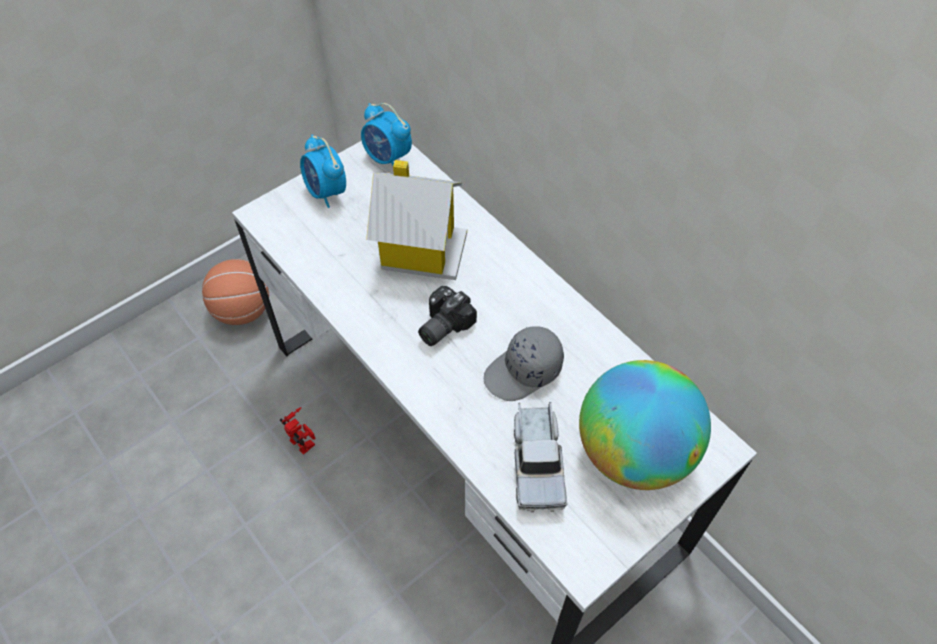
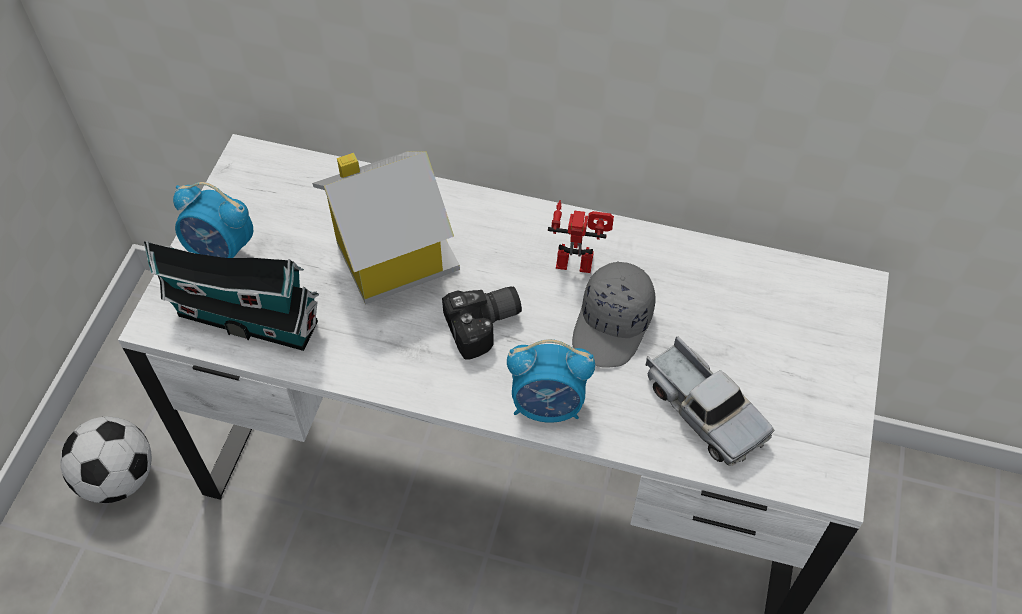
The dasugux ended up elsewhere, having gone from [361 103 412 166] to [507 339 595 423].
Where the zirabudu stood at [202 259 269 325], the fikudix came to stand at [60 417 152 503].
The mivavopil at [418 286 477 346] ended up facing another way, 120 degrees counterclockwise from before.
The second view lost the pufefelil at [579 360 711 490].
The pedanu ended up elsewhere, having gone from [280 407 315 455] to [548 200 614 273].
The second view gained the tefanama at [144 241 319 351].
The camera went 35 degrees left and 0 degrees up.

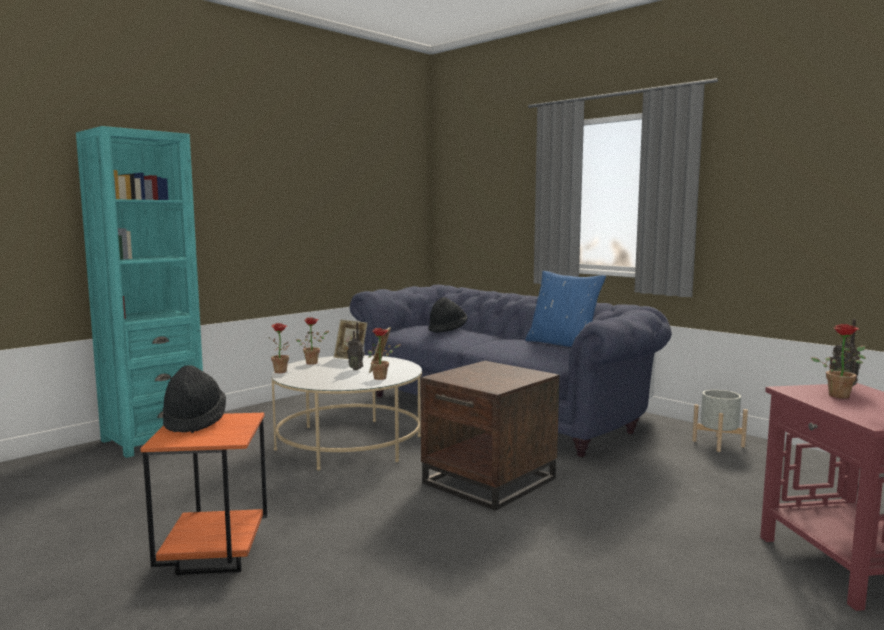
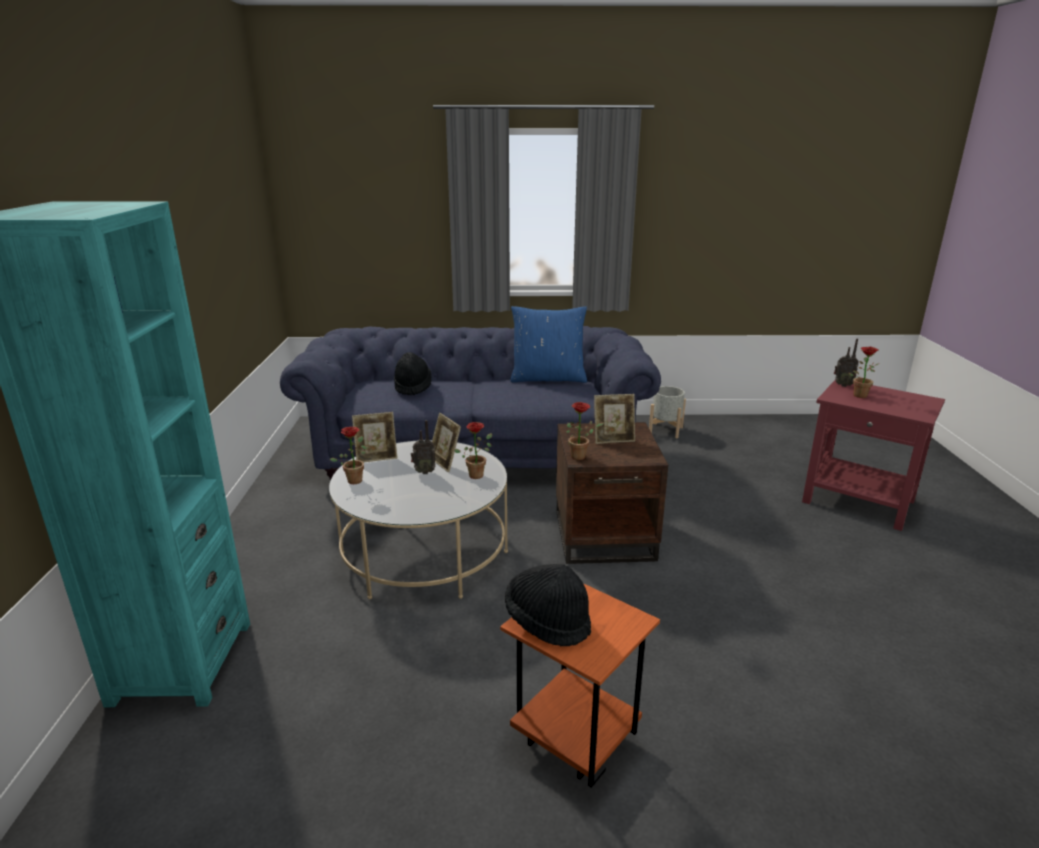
The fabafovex ended up elsewhere, having gone from [268 323 289 373] to [566 402 604 460].
The second view gained the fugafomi at [594 394 635 444].
The camera went 45 degrees left and 15 degrees up.

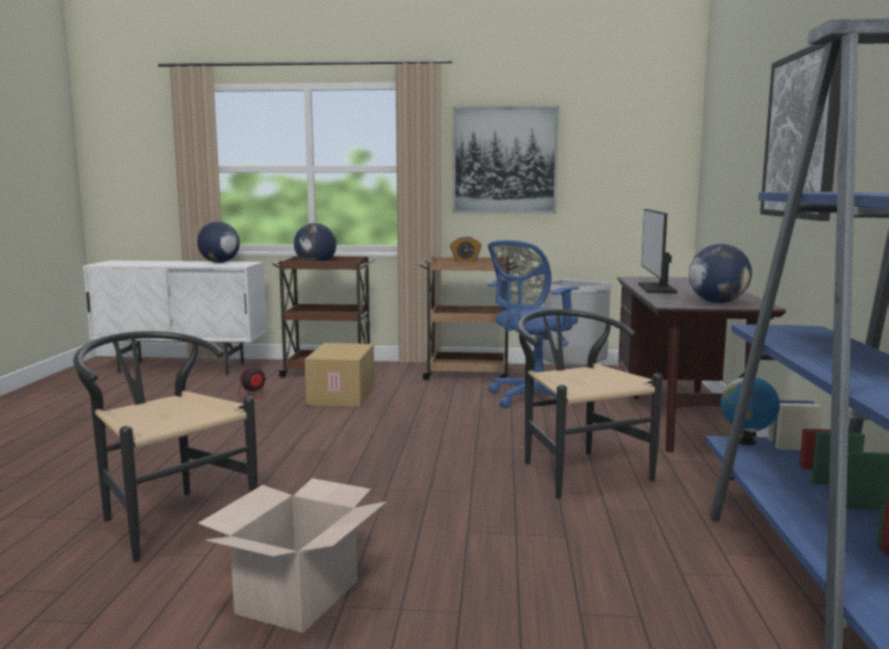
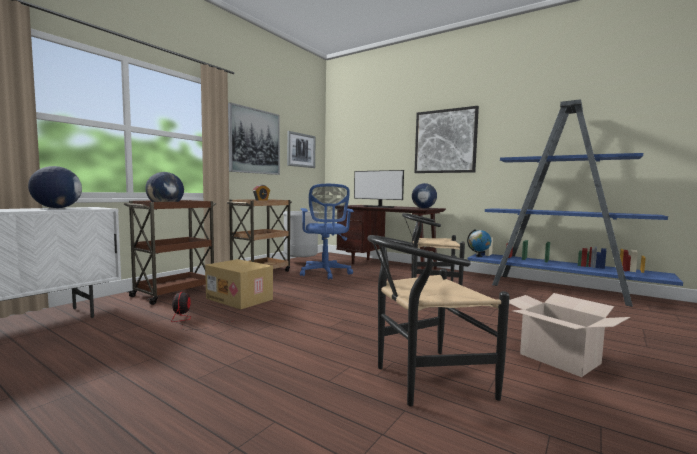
The second view gained the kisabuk at [287 131 315 168].
The camera went 60 degrees left and 5 degrees down.

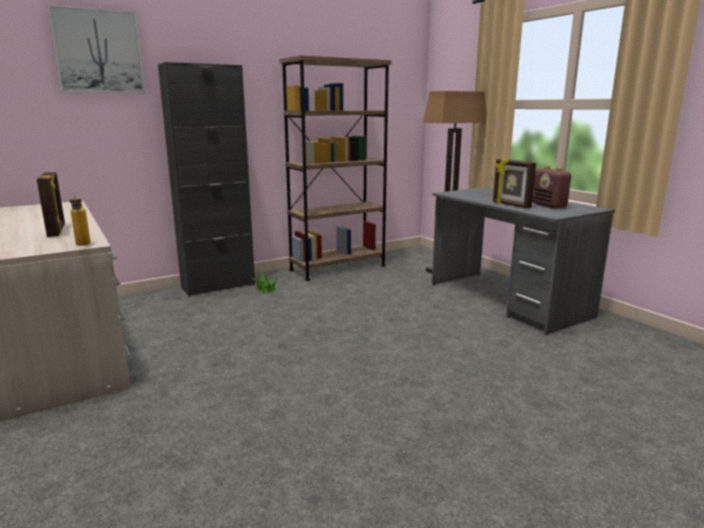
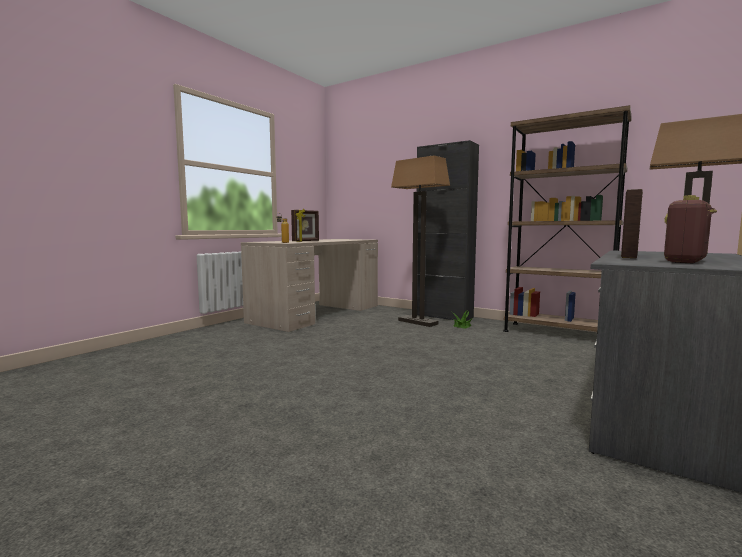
The second view lost the kisabuk at [47 4 145 93].
The second view gained the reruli at [391 155 450 327].
The camera went 65 degrees right and 10 degrees down.

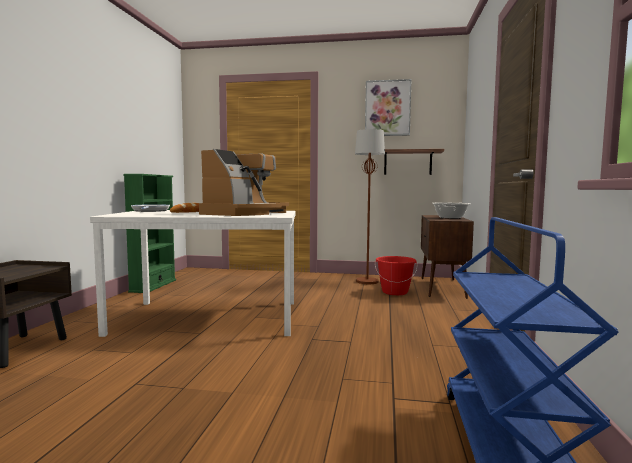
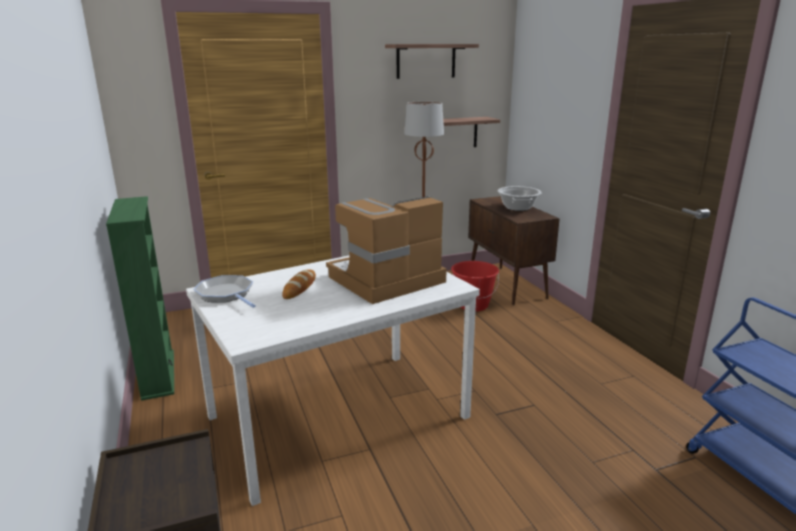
Where the kisabuk hung at [365 79 411 136], the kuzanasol came to hang at [385 44 479 79].
The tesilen at [199 149 289 216] ended up facing another way, 120 degrees counterclockwise from before.
The camera went 30 degrees left and 15 degrees up.

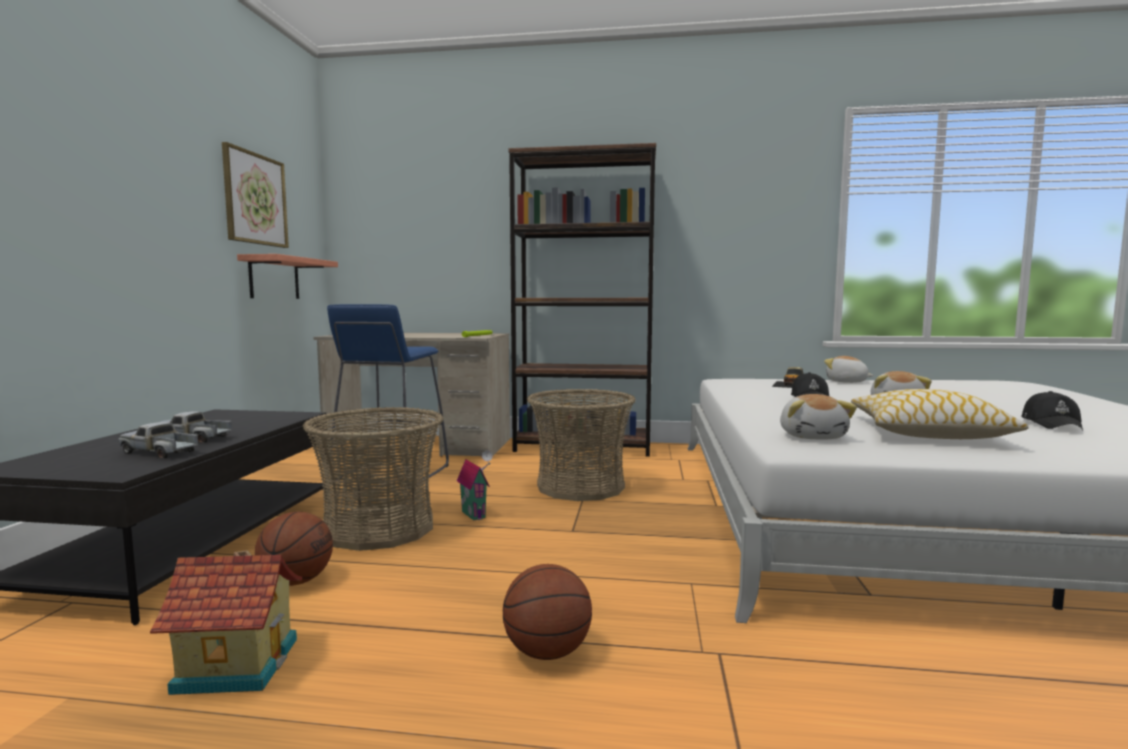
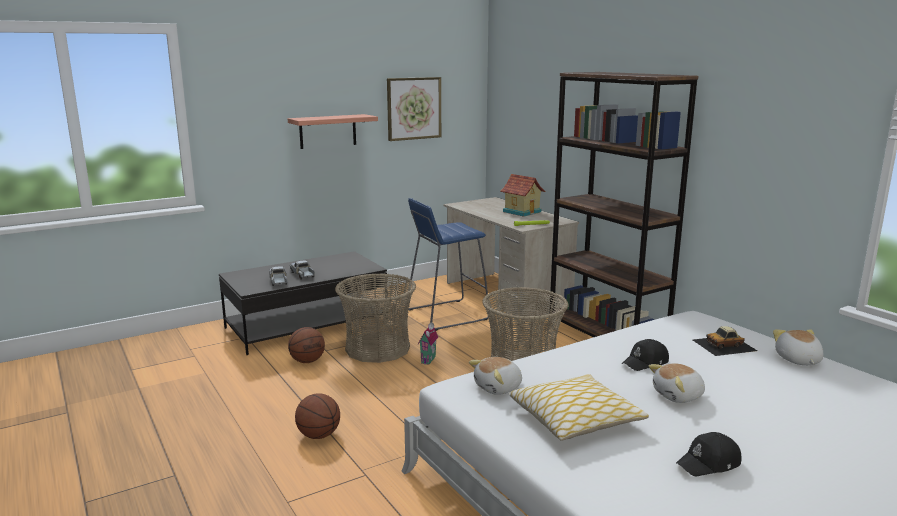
The kuzanasol ended up elsewhere, having gone from [237 254 338 299] to [288 114 378 149].
The tefanama ended up elsewhere, having gone from [150 550 302 695] to [500 174 545 217].
The camera went 50 degrees right and 10 degrees up.

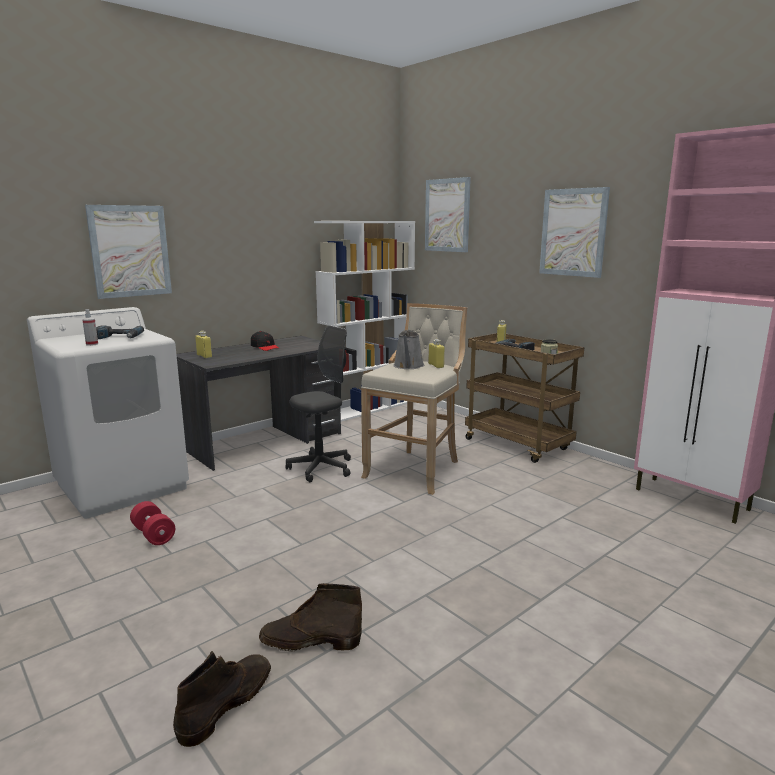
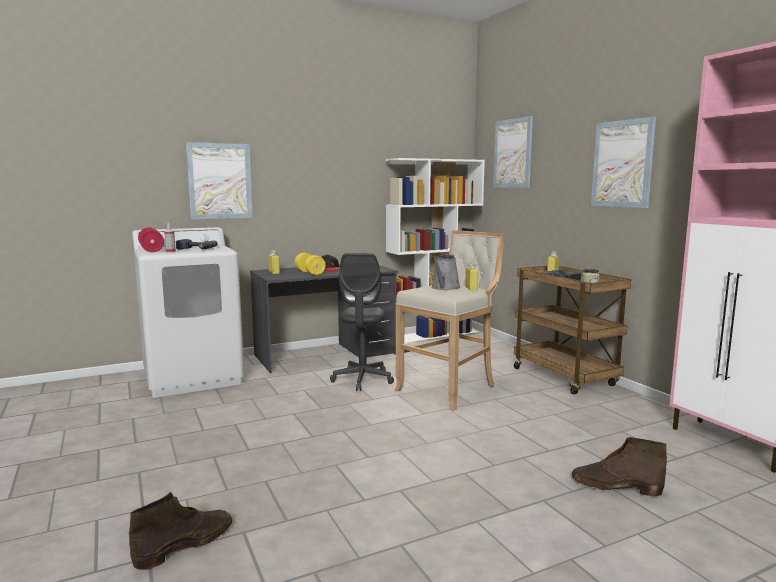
The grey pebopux at [286 325 351 482] ended up facing another way, 120 degrees clockwise from before.
The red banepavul ended up elsewhere, having gone from [130 501 175 545] to [138 227 164 252].
The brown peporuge ended up elsewhere, having gone from [259 583 362 652] to [572 437 667 496].
The second view gained the yellow banepavul at [295 253 326 275].
The camera went 15 degrees right and 5 degrees down.

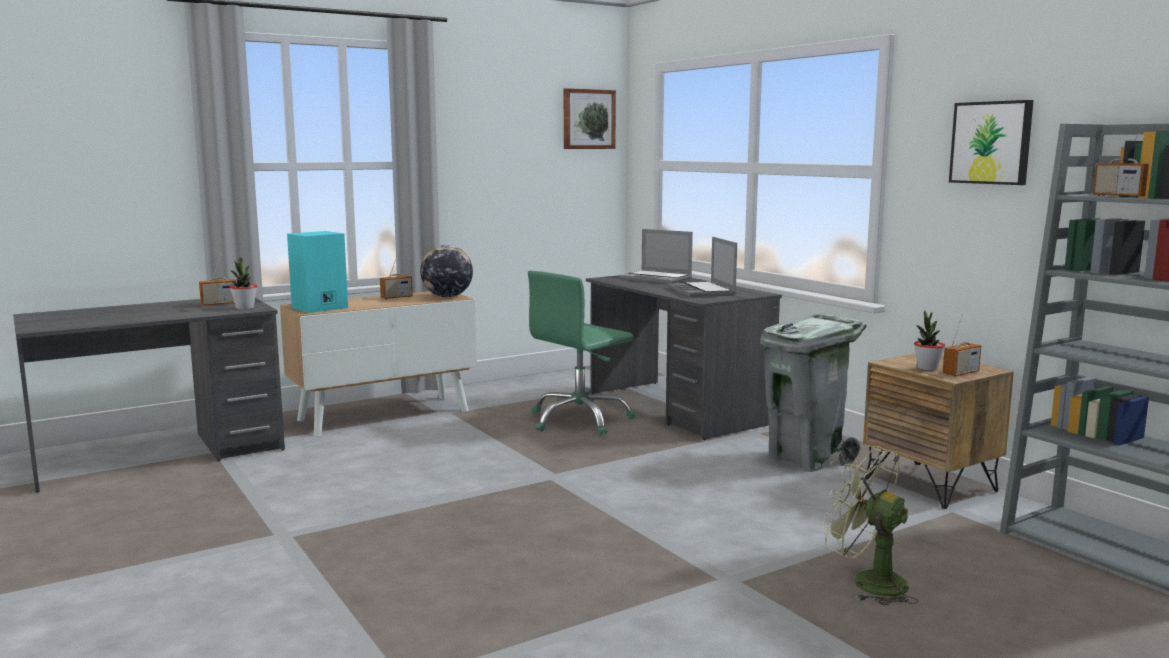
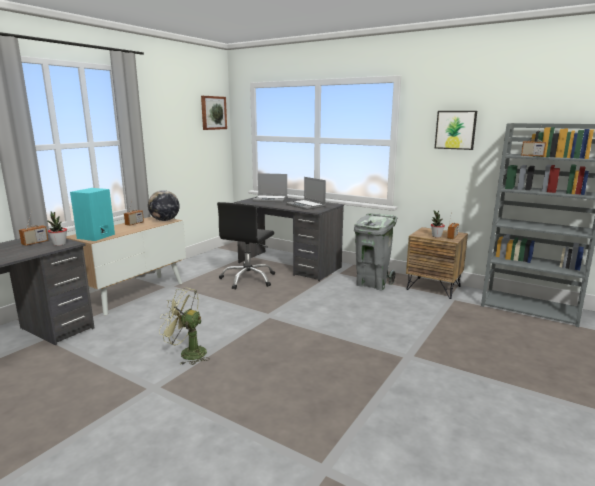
What was the green pebopux at [528 271 635 435] turned into the black pebopux at [217 202 275 290].
The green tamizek ended up elsewhere, having gone from [822 445 919 605] to [159 287 210 365].
The camera went 25 degrees left and 5 degrees up.

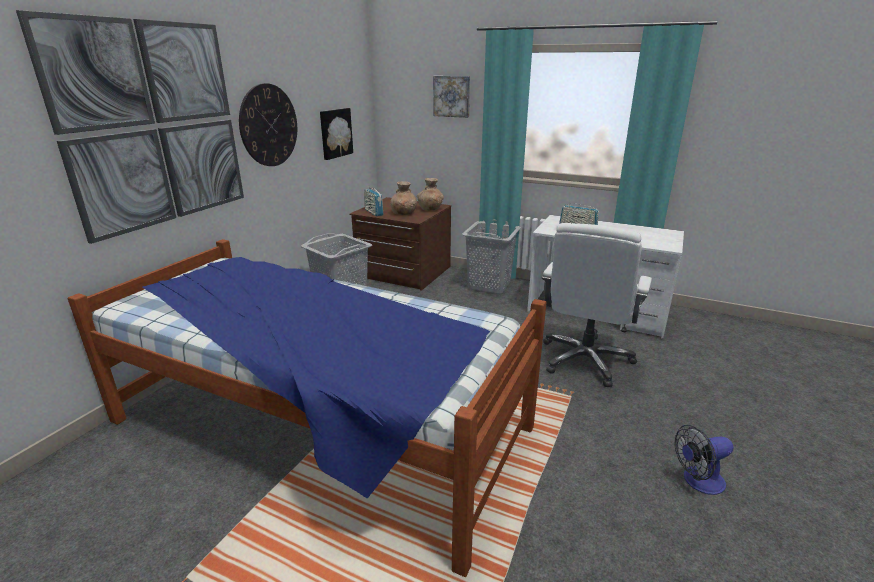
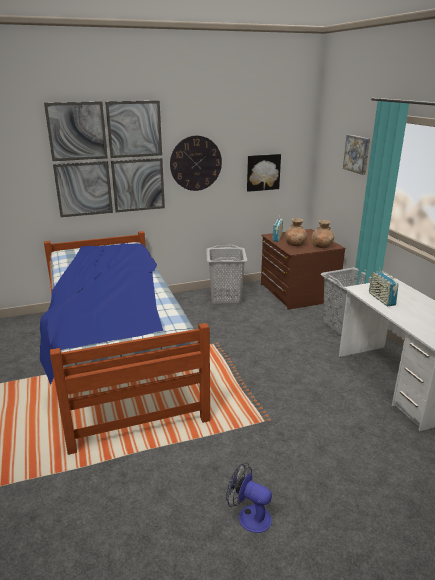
The second view lost the white pebopux at [542 223 652 387].
The camera went 45 degrees right and 0 degrees up.

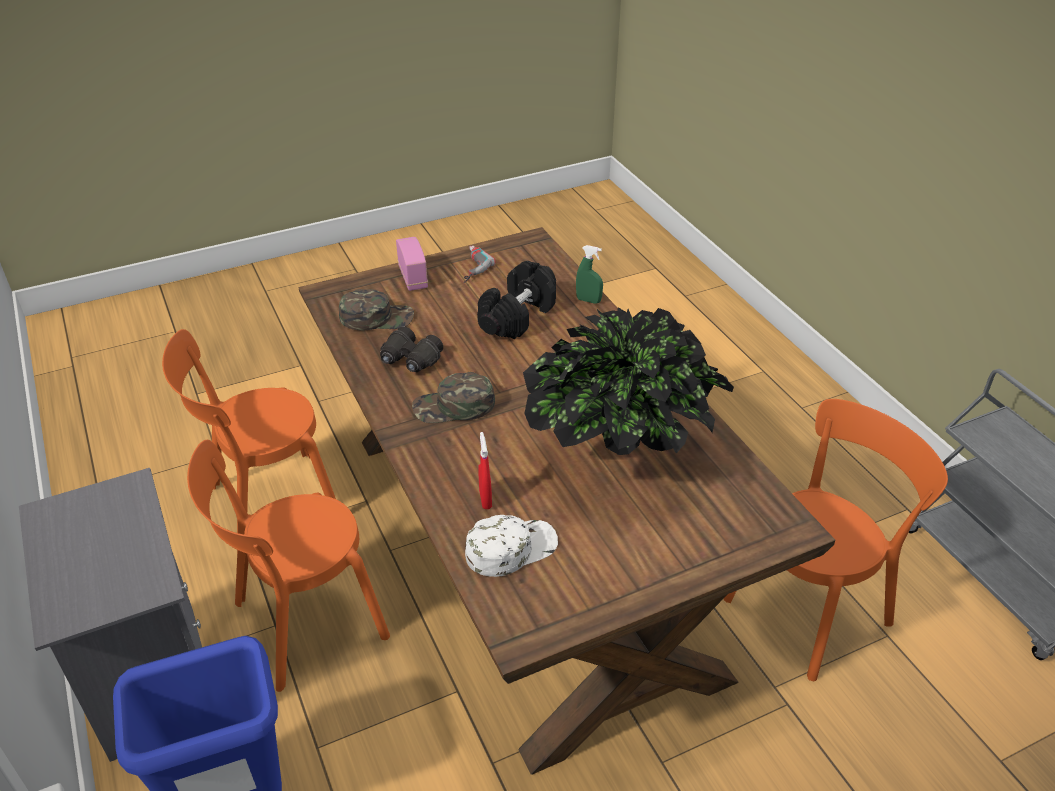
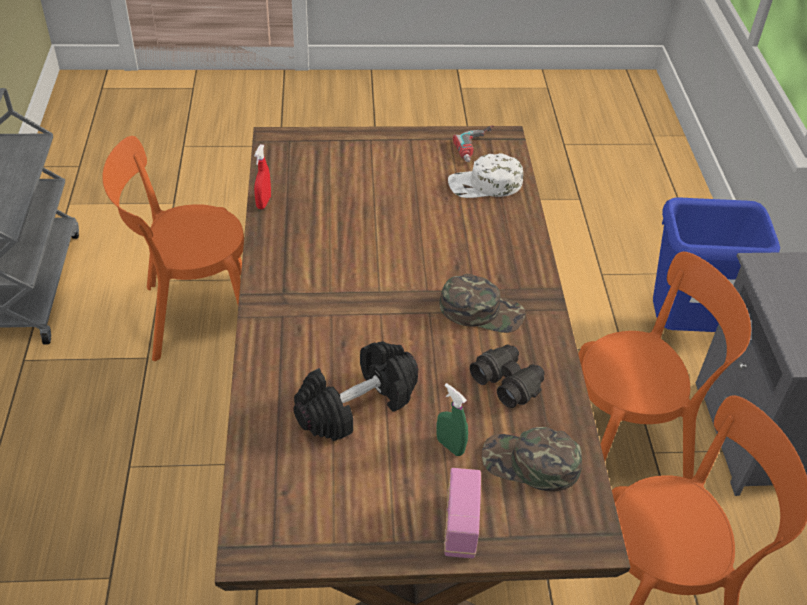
The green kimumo ended up elsewhere, having gone from [576 245 603 304] to [436 383 468 456].
The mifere ended up elsewhere, having gone from [464 246 496 283] to [453 126 494 162].
The second view lost the fabafovex at [523 307 734 455].
The red kimumo ended up elsewhere, having gone from [478 432 492 509] to [254 144 271 209].
The camera went 160 degrees left and 5 degrees up.

